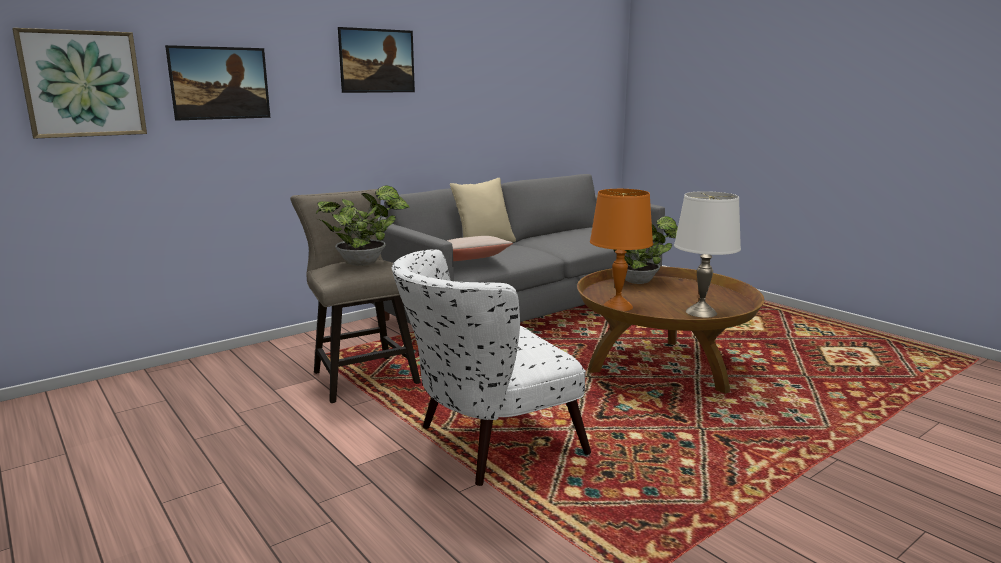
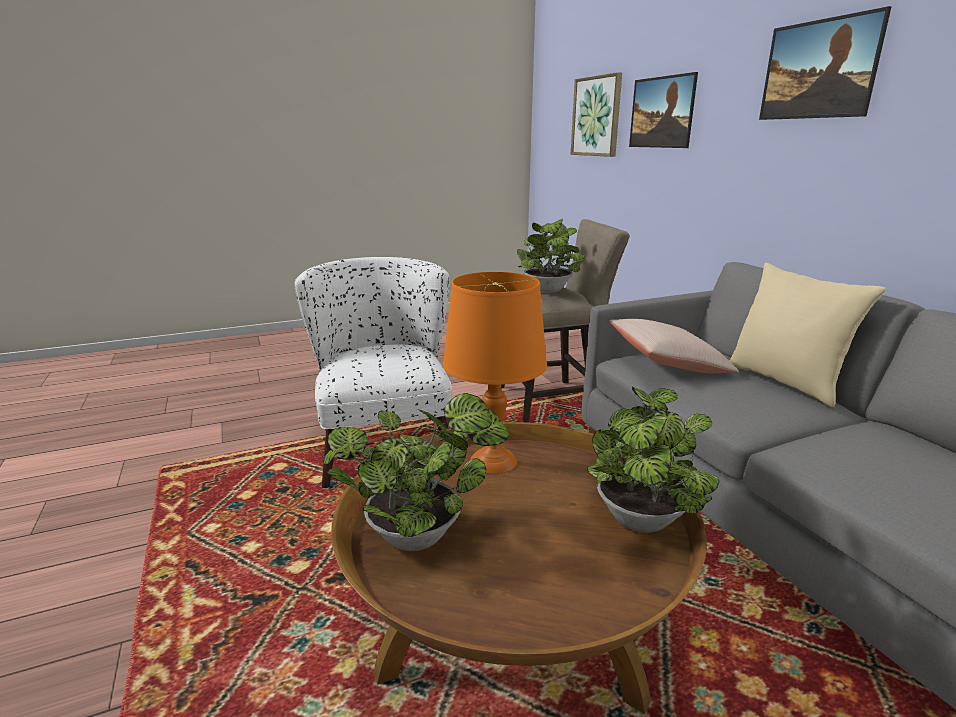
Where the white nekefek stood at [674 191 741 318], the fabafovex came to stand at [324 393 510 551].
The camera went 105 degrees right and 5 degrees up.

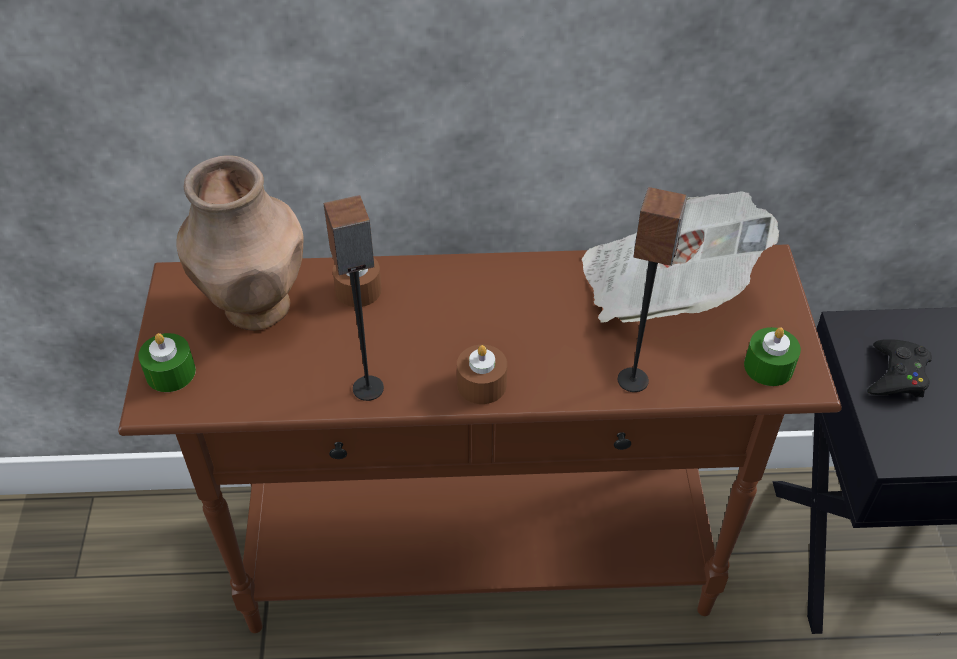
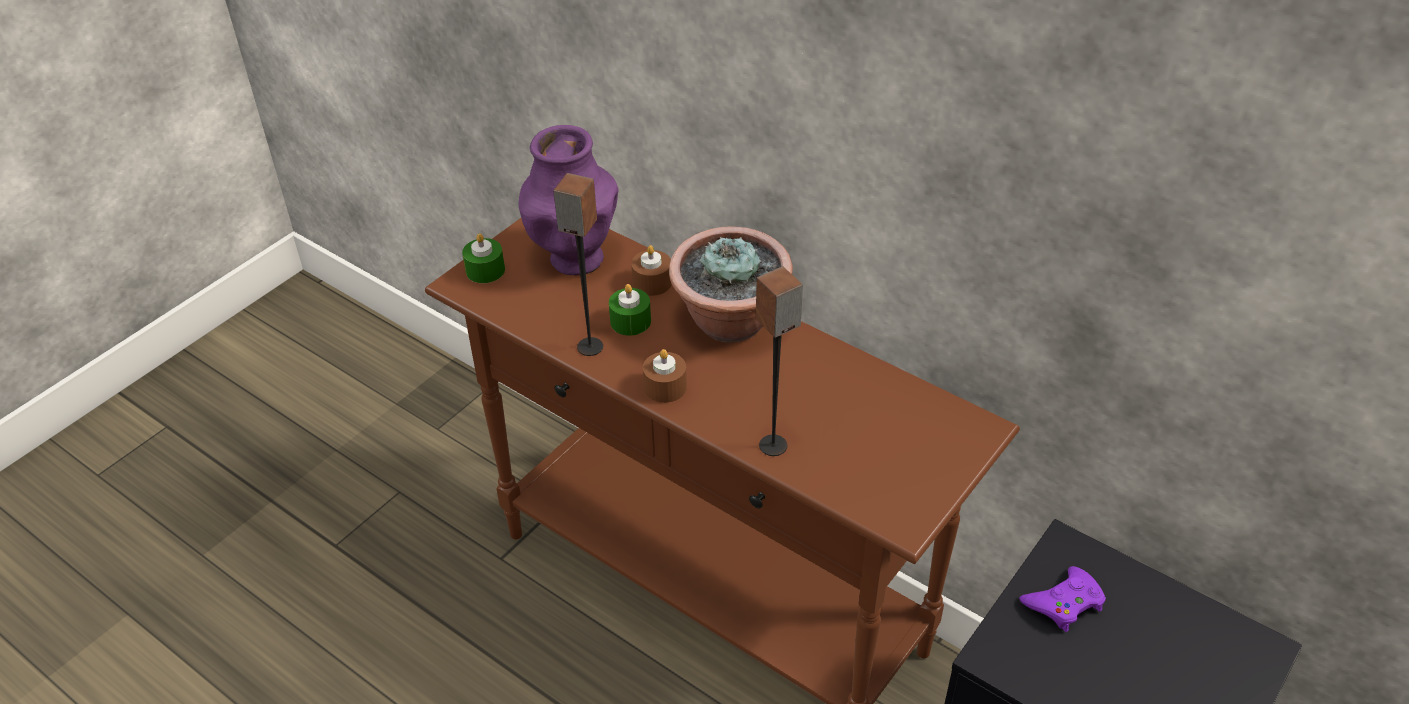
What was the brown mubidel at [176 155 303 331] turned into the purple mubidel at [519 125 618 275].
The second view lost the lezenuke at [582 191 779 323].
The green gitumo ended up elsewhere, having gone from [744 327 801 386] to [609 284 651 336].
What was the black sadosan at [867 339 932 397] turned into the purple sadosan at [1019 566 1106 632].
The second view gained the fabafovex at [669 226 793 343].
The camera went 40 degrees right and 5 degrees down.

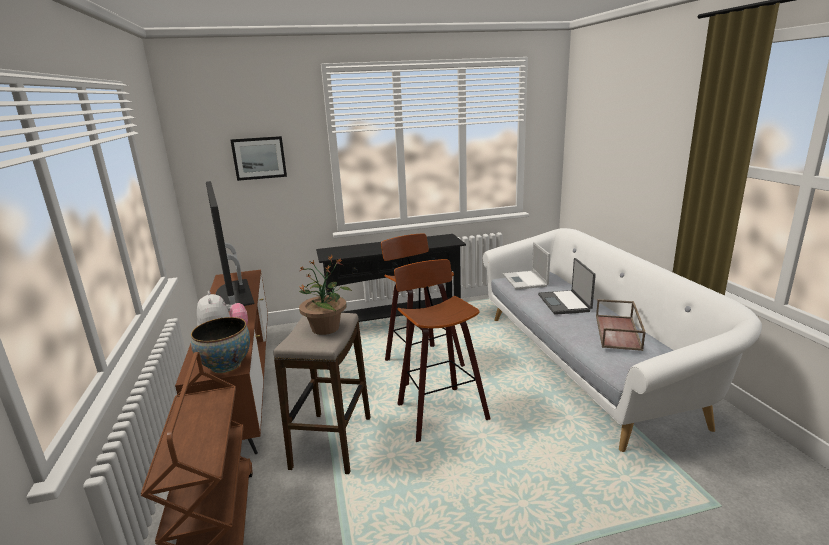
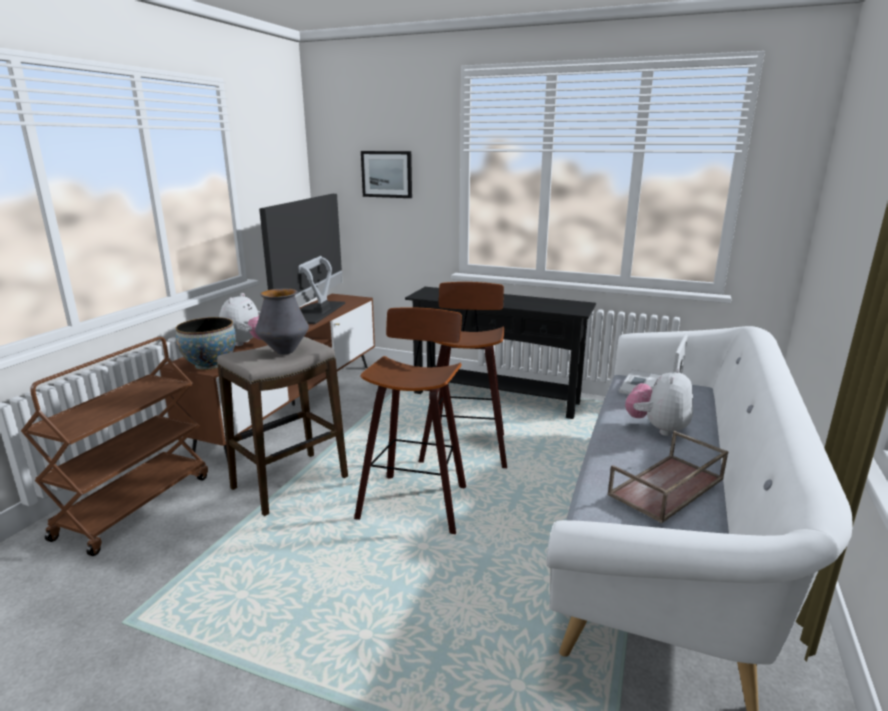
Where the fabafovex stood at [299 255 352 335], the mubidel came to stand at [255 289 309 355].
Where the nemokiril stood at [538 258 596 315], the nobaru came to stand at [625 368 693 436].
The camera went 35 degrees right and 0 degrees up.

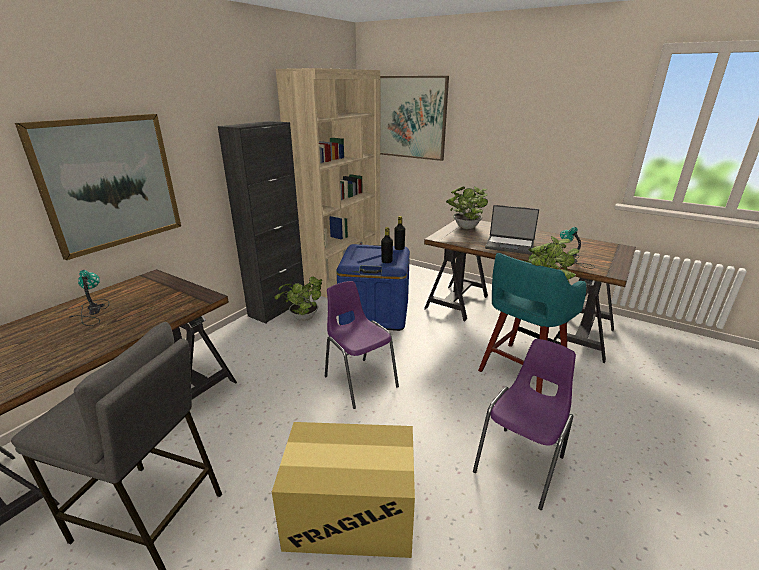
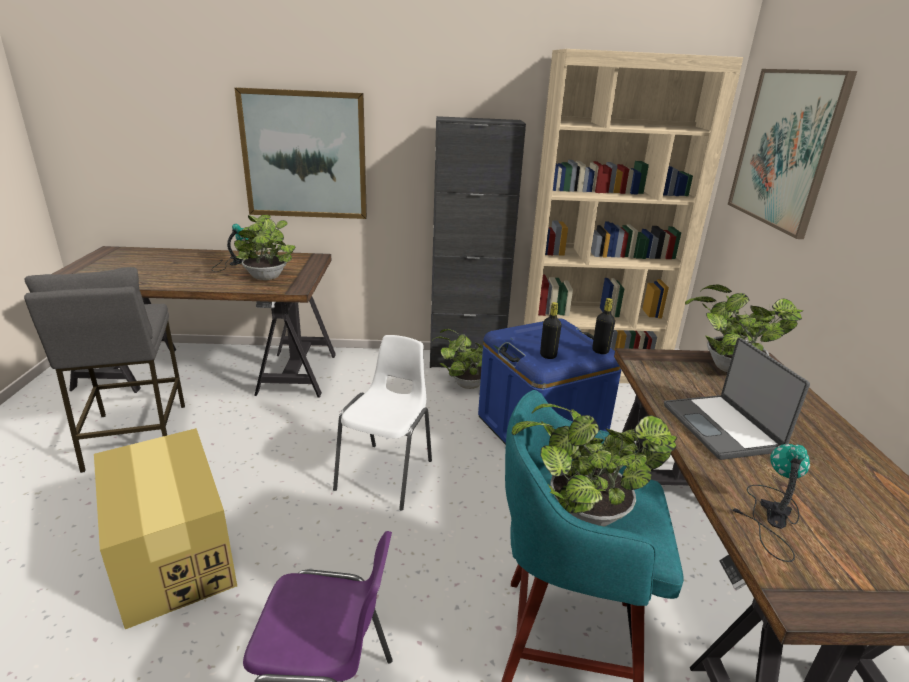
What was the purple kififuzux at [325 281 399 409] turned into the white kififuzux at [333 335 432 511].
The second view gained the fabafovex at [234 215 296 280].
The camera went 55 degrees right and 0 degrees up.

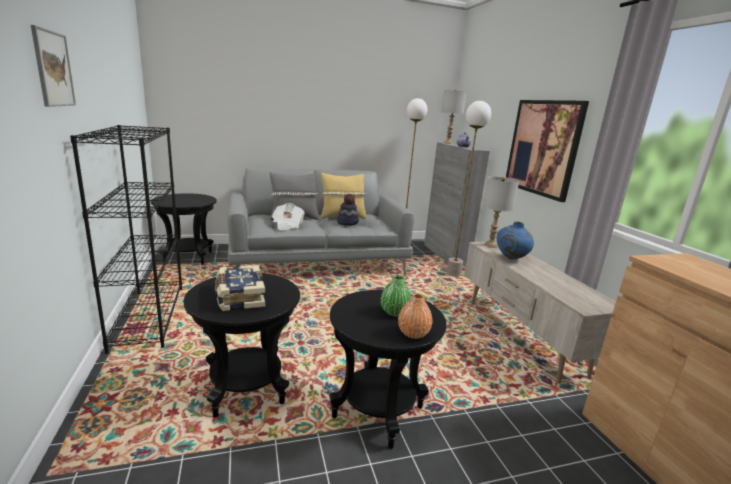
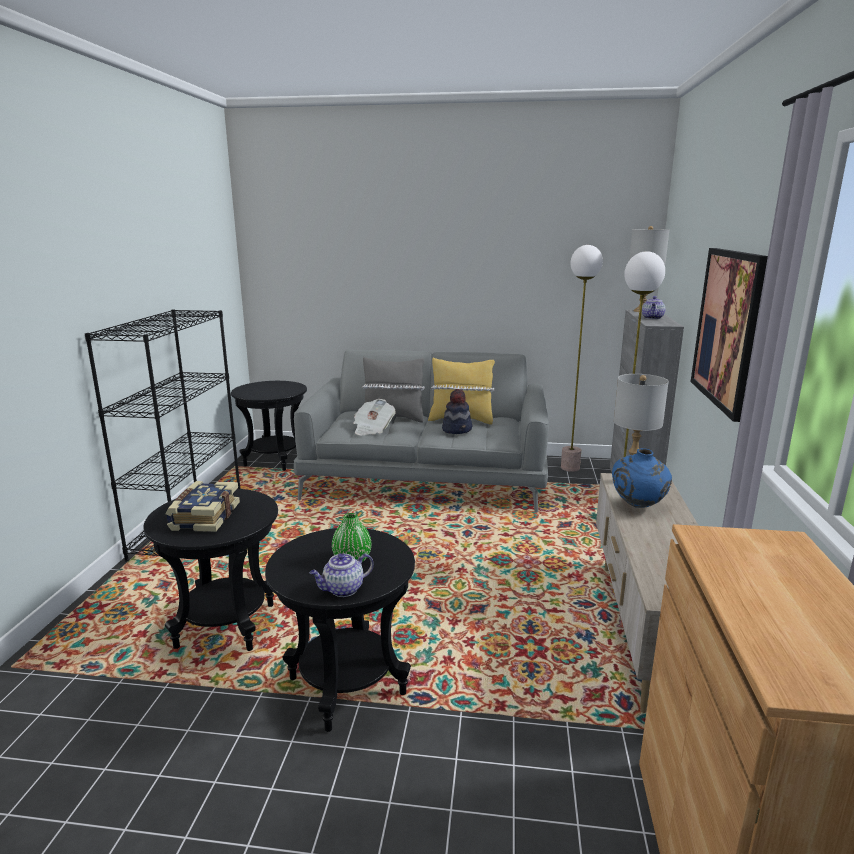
The second view lost the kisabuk at [31 25 76 107].
Where the orange mubidel stood at [398 293 432 339], the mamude came to stand at [310 553 374 597].
The camera went 25 degrees right and 0 degrees up.

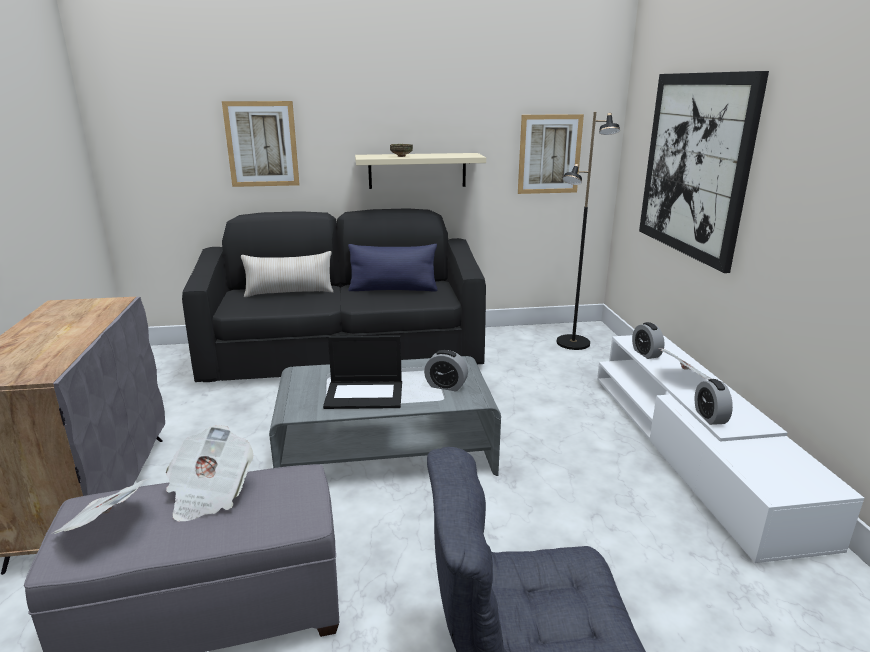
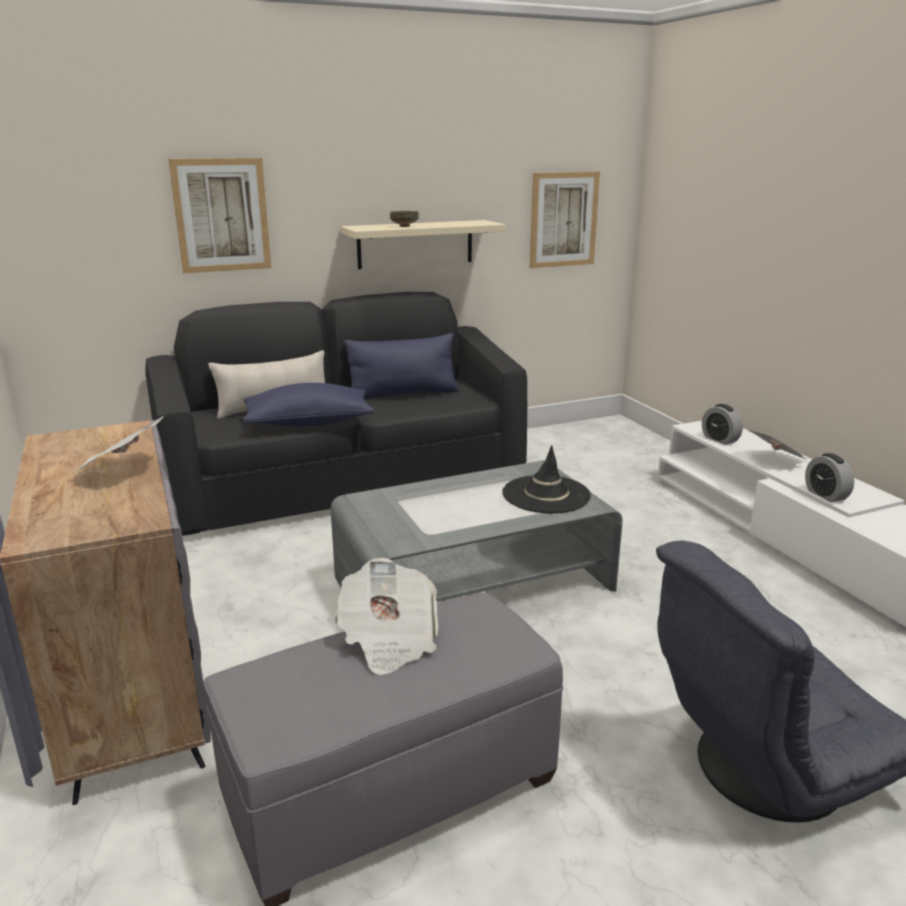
The second view lost the kisabuk at [639 71 769 273].
The second view lost the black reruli at [556 112 620 350].
The second view lost the nemokiril at [323 335 402 409].
Where the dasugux stood at [424 350 468 391], the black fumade came to stand at [502 445 591 513].
The lezenuke ended up elsewhere, having gone from [53 478 150 534] to [74 415 166 473].
The second view gained the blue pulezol at [243 383 374 427].
The camera went 15 degrees left and 0 degrees up.

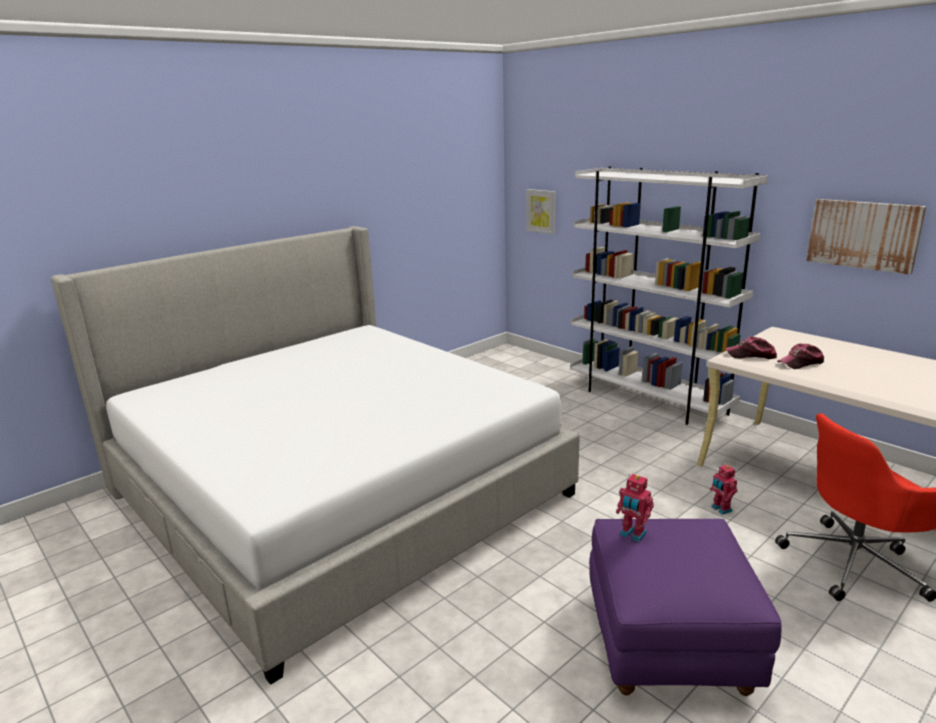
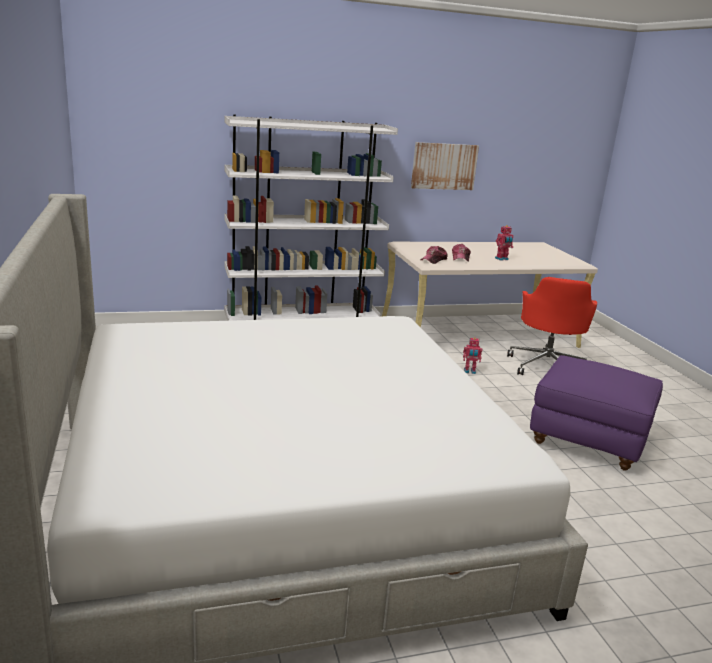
The second view lost the kisabuk at [526 189 556 234].
The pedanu ended up elsewhere, having gone from [616 474 654 542] to [495 225 513 261].
The camera went 65 degrees left and 0 degrees up.

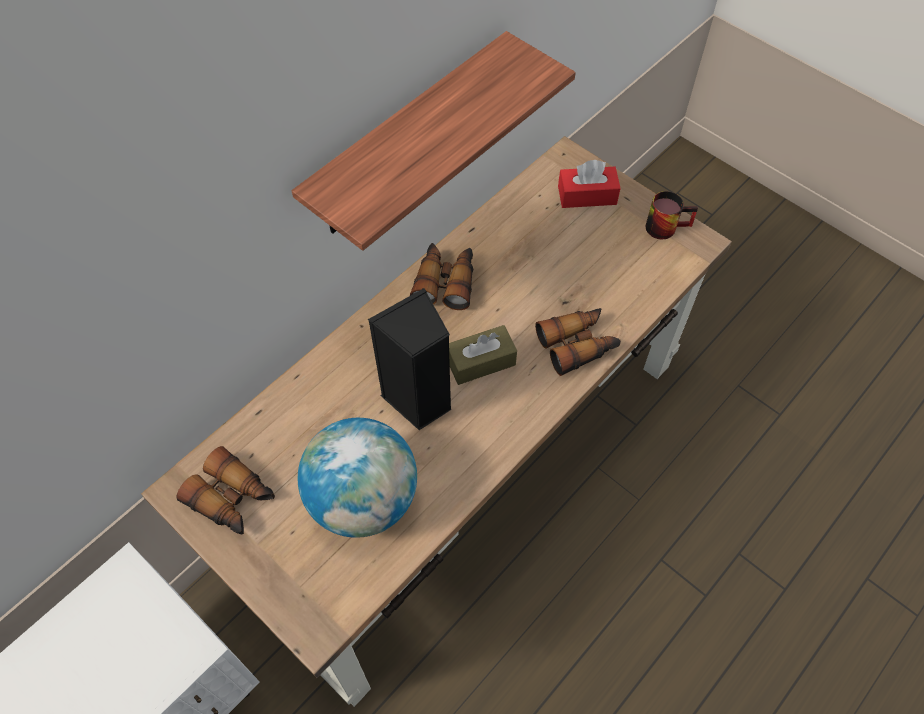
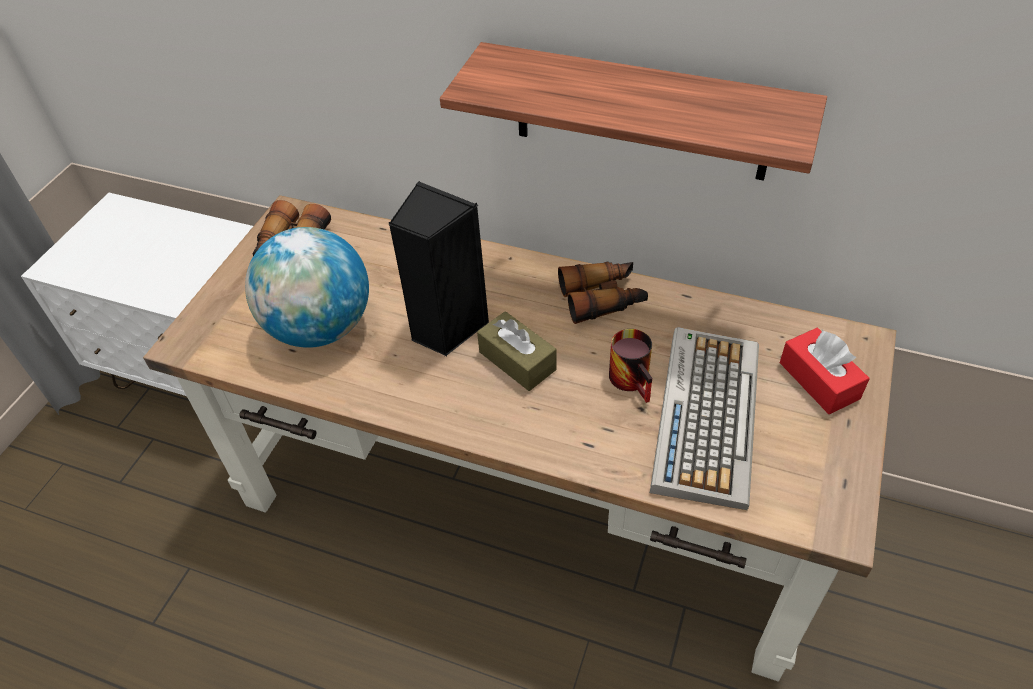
The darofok ended up elsewhere, having gone from [646 191 698 239] to [609 329 652 403].
The second view lost the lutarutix at [535 308 621 376].
The second view gained the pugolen at [650 327 759 510].
The camera went 70 degrees right and 10 degrees down.

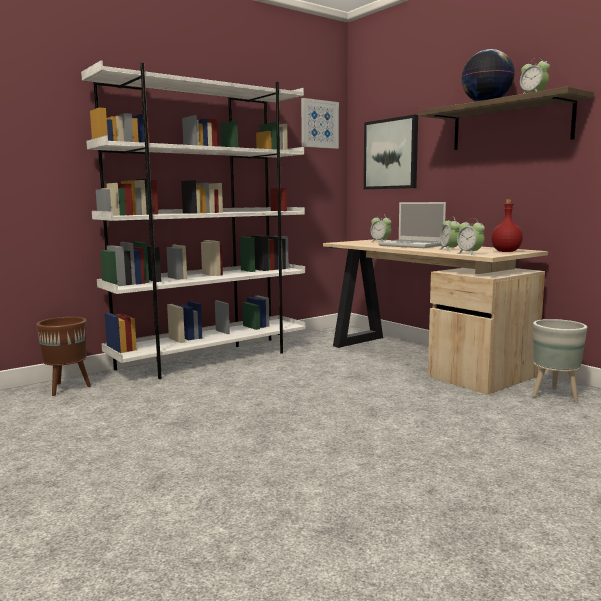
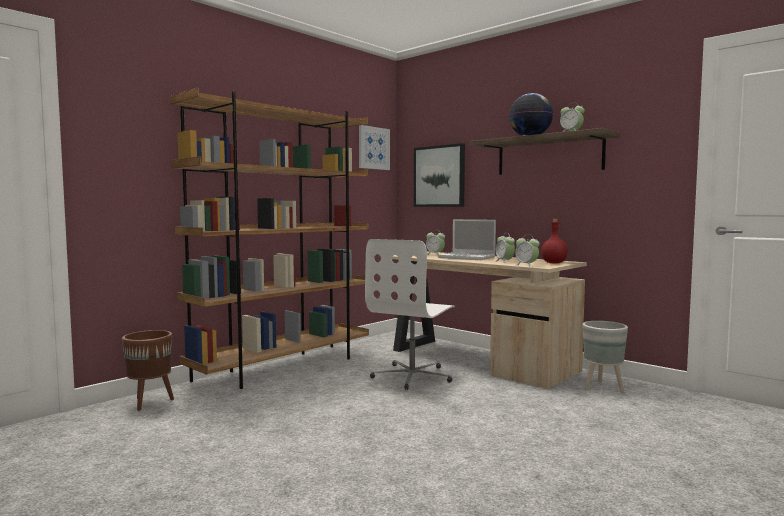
What was the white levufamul at [81 60 306 379] turned into the brown levufamul at [170 88 369 389].
The second view gained the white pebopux at [365 239 455 390].
The camera went 10 degrees left and 5 degrees down.

